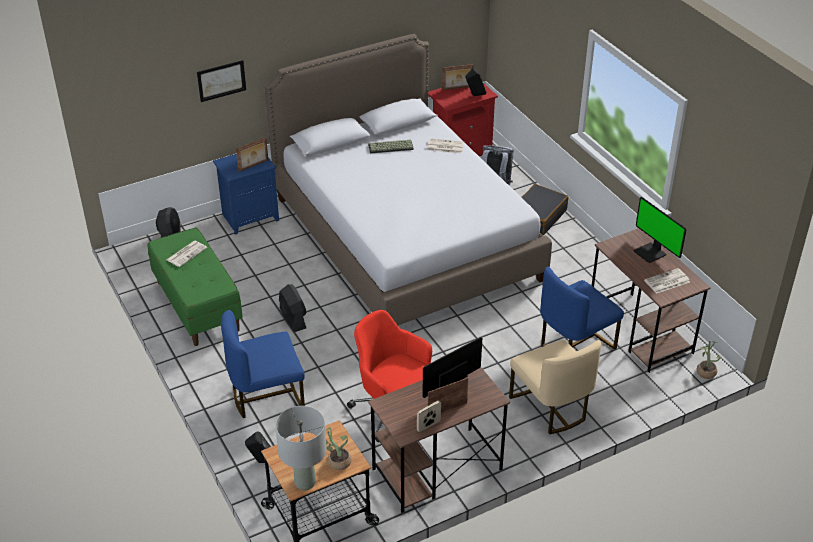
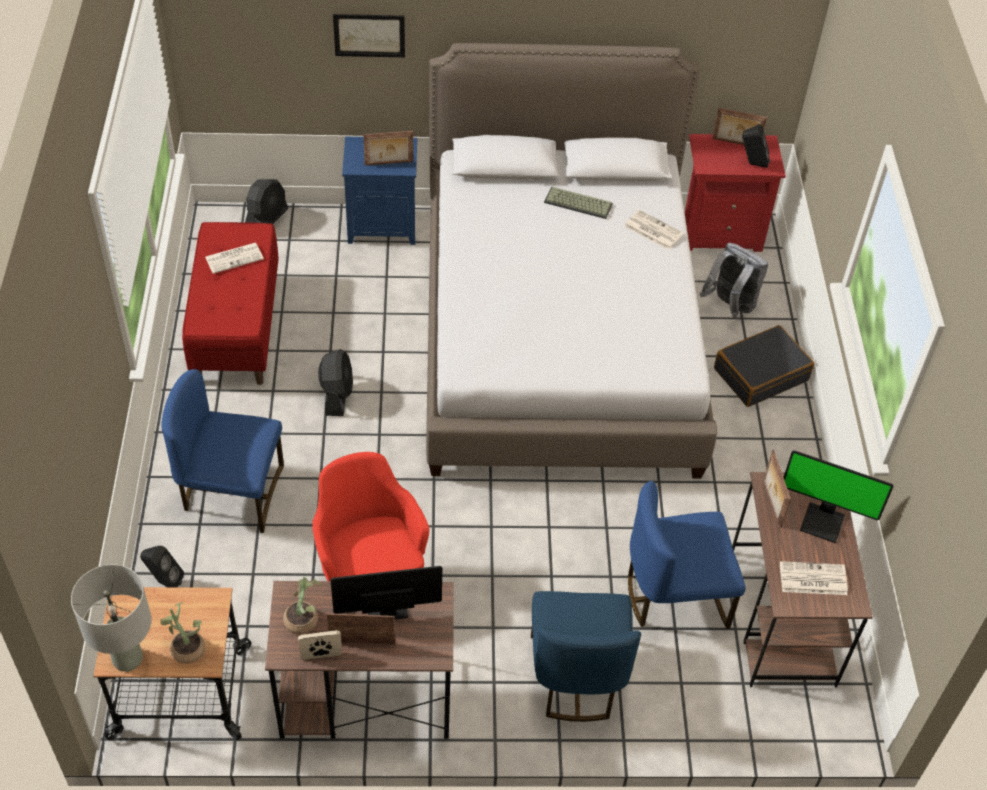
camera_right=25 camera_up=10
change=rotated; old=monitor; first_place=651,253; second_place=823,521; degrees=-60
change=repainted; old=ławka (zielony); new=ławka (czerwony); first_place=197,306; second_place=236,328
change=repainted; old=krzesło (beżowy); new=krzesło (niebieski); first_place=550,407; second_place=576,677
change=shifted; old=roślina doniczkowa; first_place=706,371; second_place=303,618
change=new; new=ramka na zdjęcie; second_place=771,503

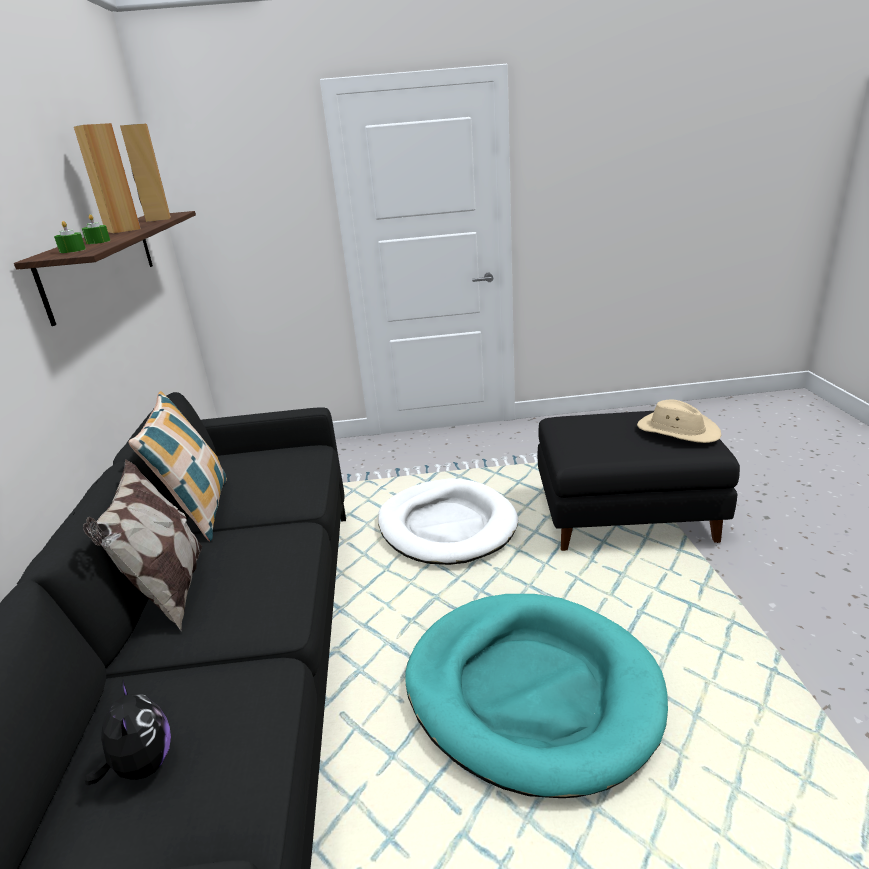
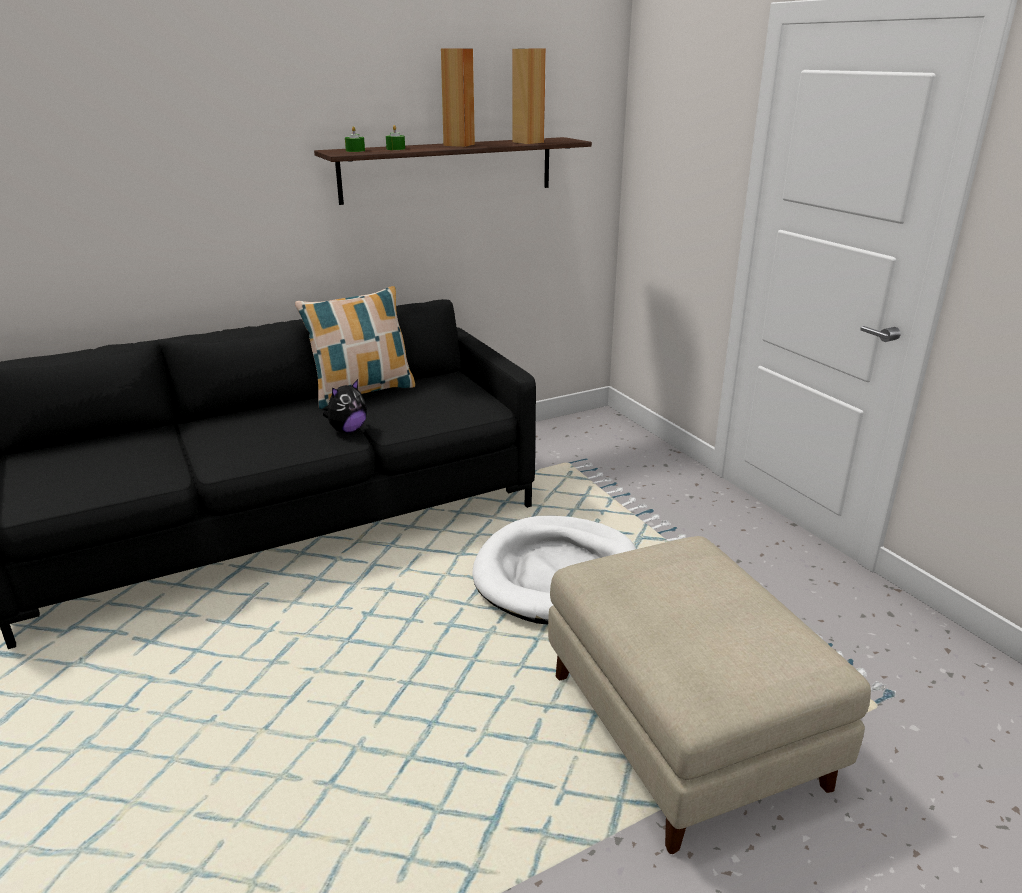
camera_right=65 camera_up=0
change=gone; old=kapelusz (beżowy); first_place=677,430
change=repainted; old=pufa (czarny); new=pufa (beżowy); first_place=626,513; second_place=685,731
change=gone; old=poduszka; first_place=170,591
change=gone; old=legowisko (turkusowy); first_place=531,691
change=shifted; old=pluszak; first_place=142,765; second_place=347,430

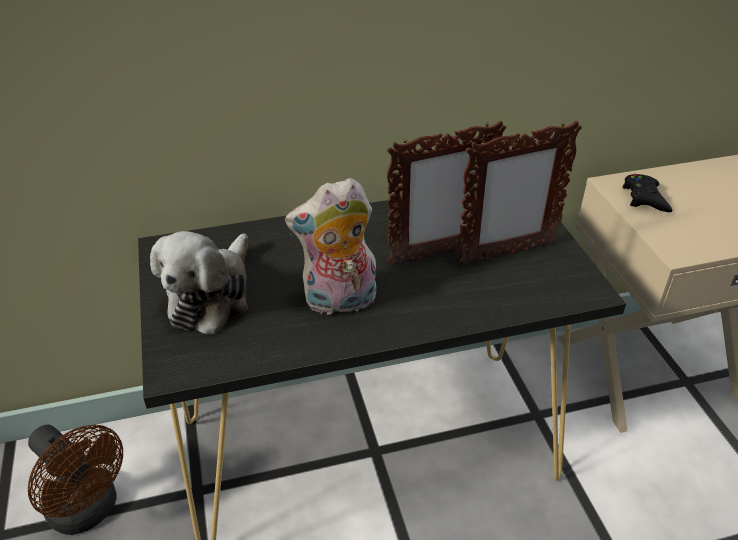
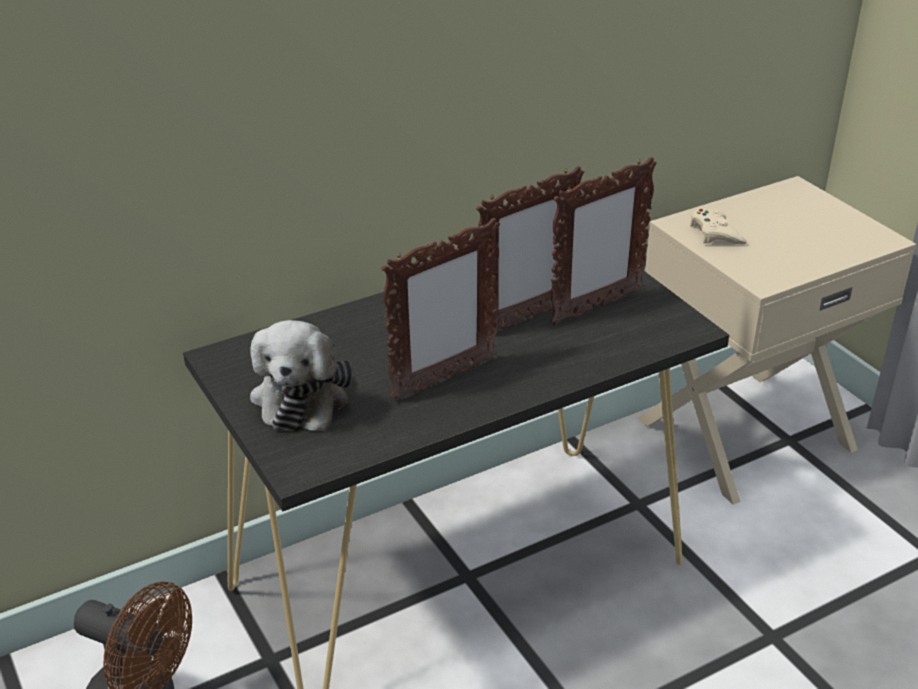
camera_right=-15 camera_up=-5
change=repainted; old=pad do gier (czarny); new=pad do gier (beżowy); first_place=645,198; second_place=715,233
change=swapped; old=pluszak; new=ramka na zdjęcie; first_place=339,302; second_place=443,379

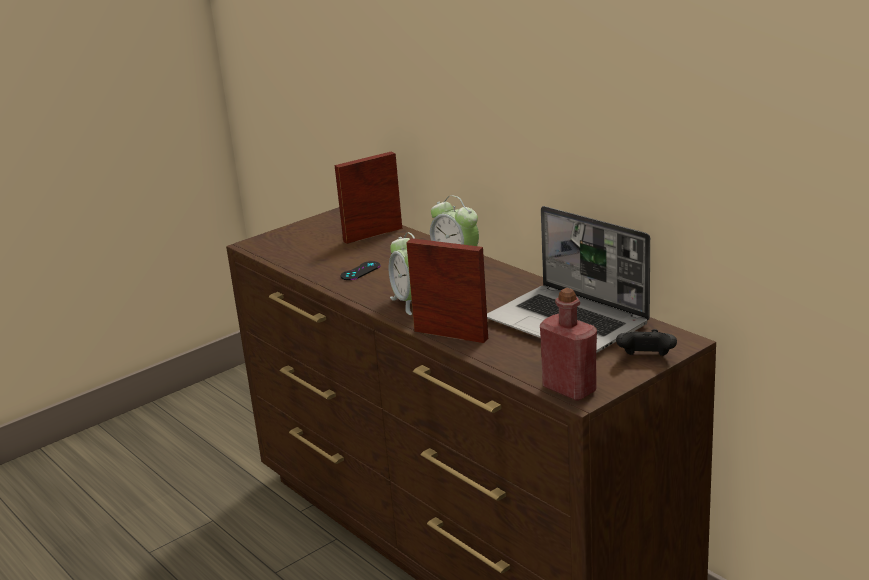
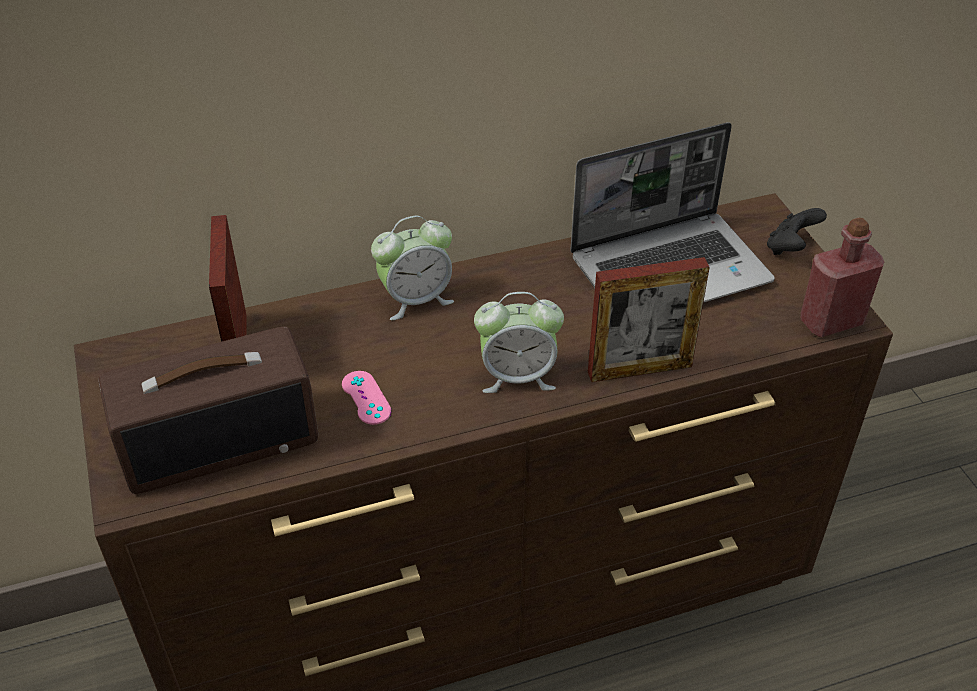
camera_right=-70 camera_up=20
change=rotated; old=ramka na zdjęcie; first_place=450,335; second_place=639,369; degrees=-150
change=repainted; old=pad do gier (czarny); new=pad do gier (różowy); first_place=360,271; second_place=366,398
change=new; new=radio; second_place=220,440

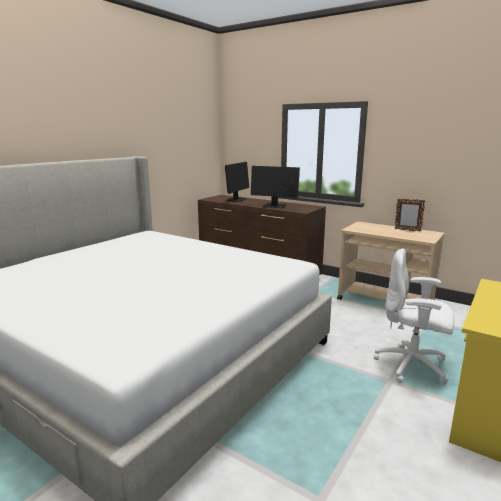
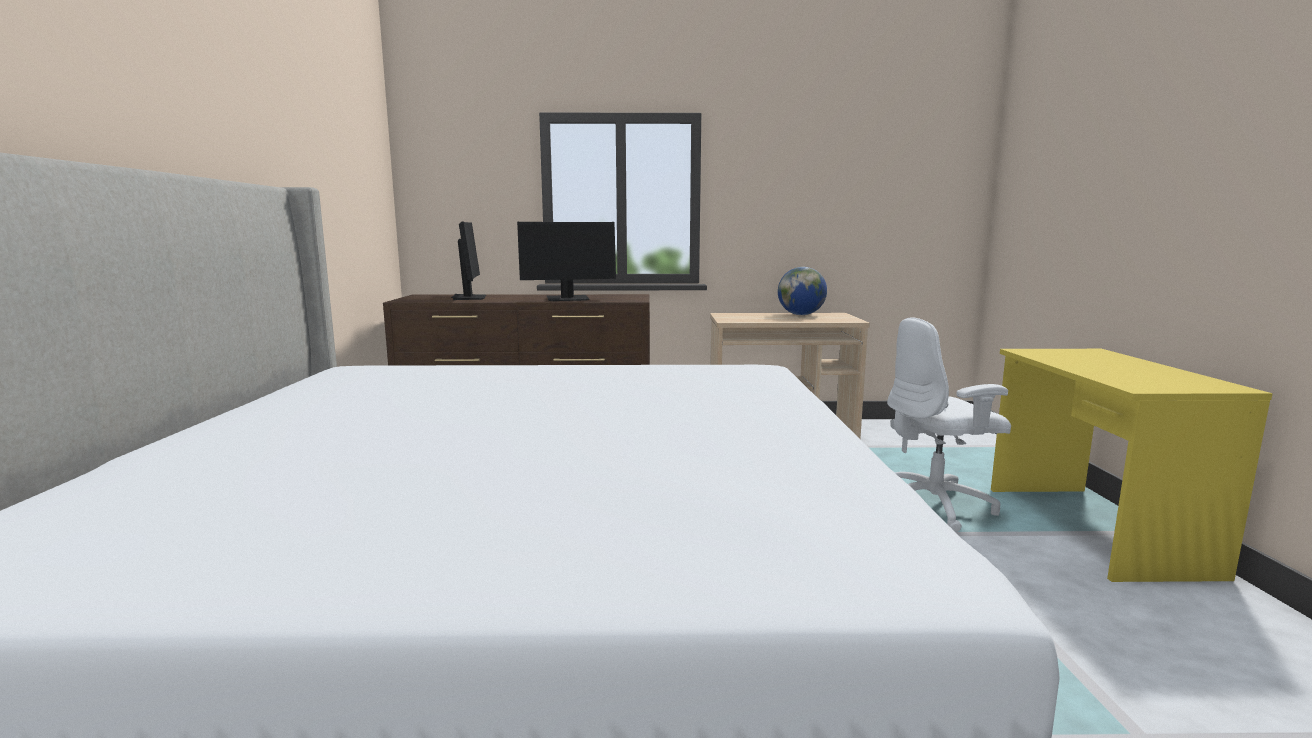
camera_right=-35 camera_up=-5
change=swapped; old=ramka na zdjęcie; new=globus; first_place=407,230; second_place=801,315

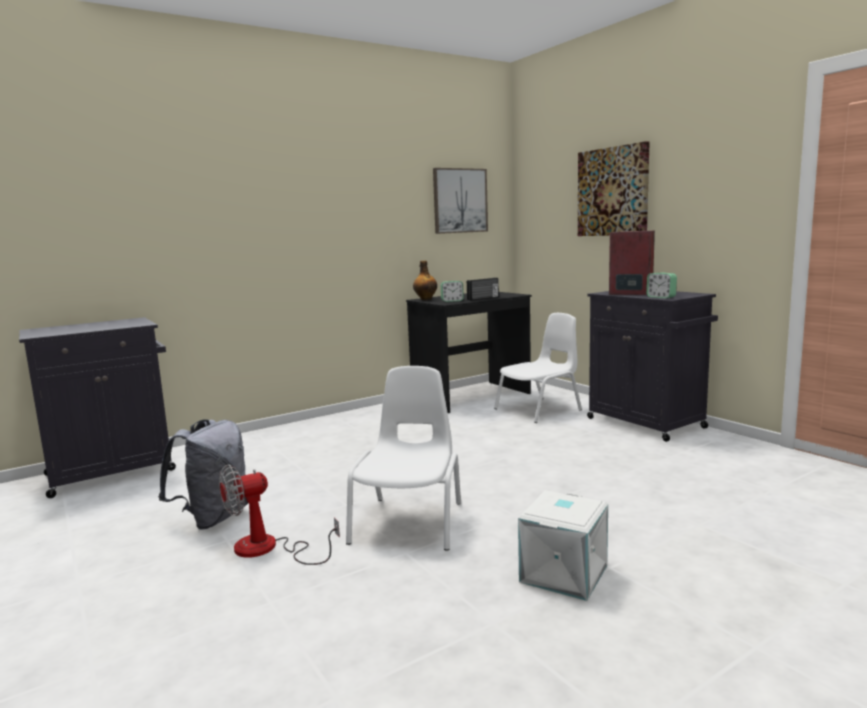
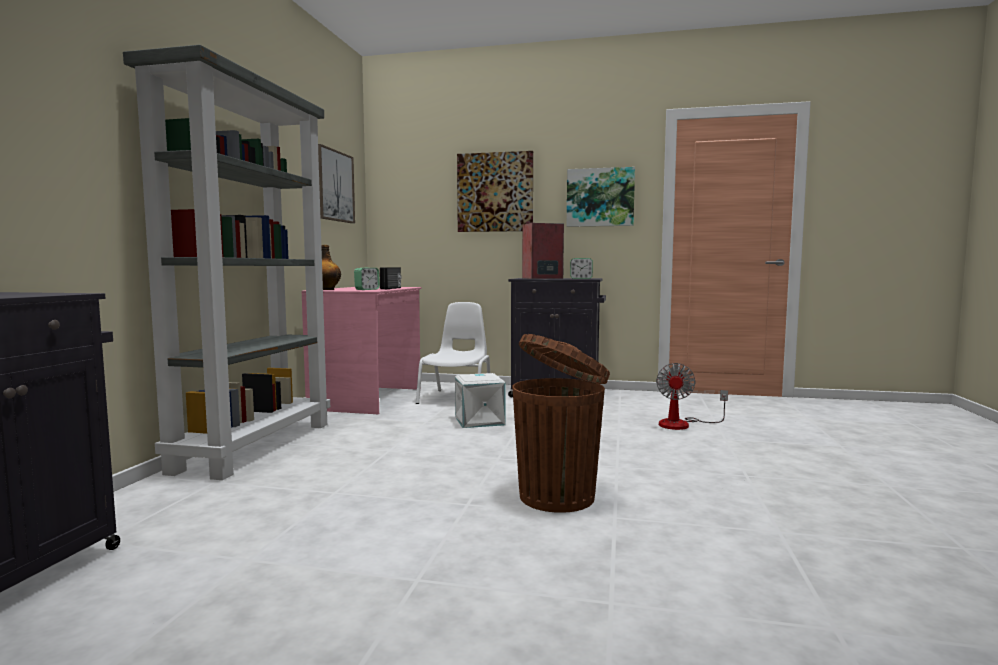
camera_right=-45 camera_up=-5
change=repainted; old=biurko (czarny); new=biurko (różowy); first_place=471,396; second_place=369,399
change=swapped; old=krzesło (biały); new=kosz na śmieci (brązowy); first_place=410,521; second_place=559,496
change=gone; old=plecak (szary); first_place=214,518
change=shifted; old=wentylator; first_place=268,549; second_place=682,424
change=shifted; old=pojemnik do przechowywania (biały); first_place=565,574; second_place=480,421
change=new; new=regał (szary); second_place=255,446
change=new; new=obraz; second_place=600,197

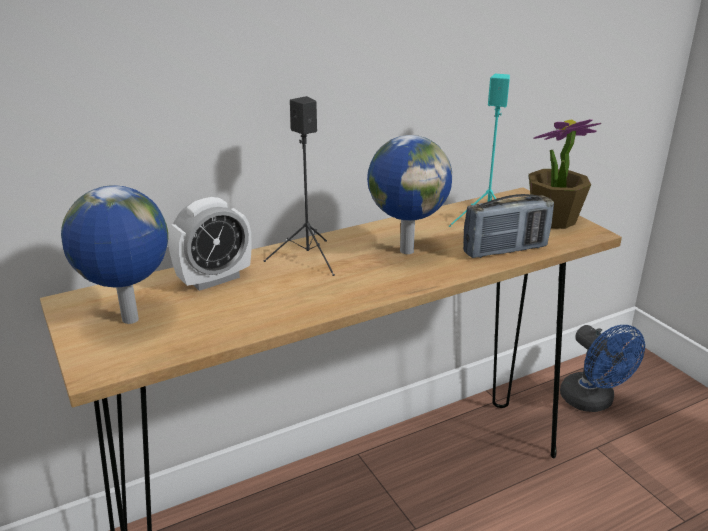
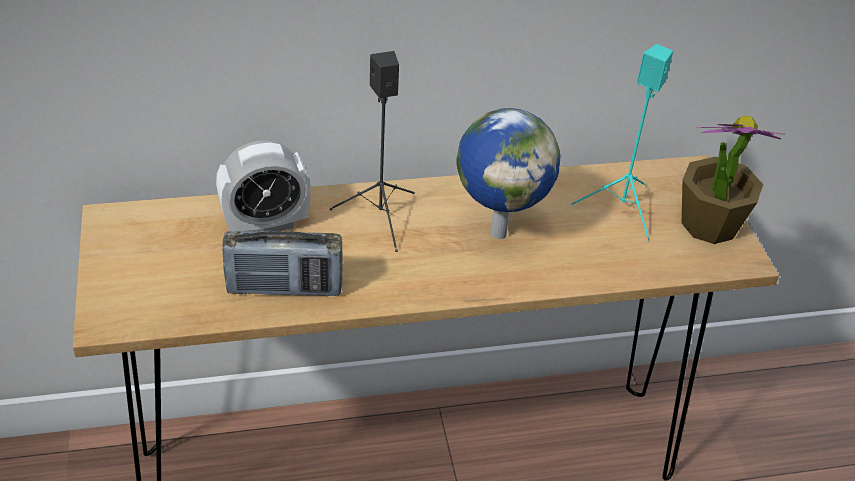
camera_right=15 camera_up=15
change=gone; old=globus; first_place=130,320
change=shifted; old=radio; first_place=505,250; second_place=284,288
change=gone; old=wentylator (niebieski); first_place=593,402

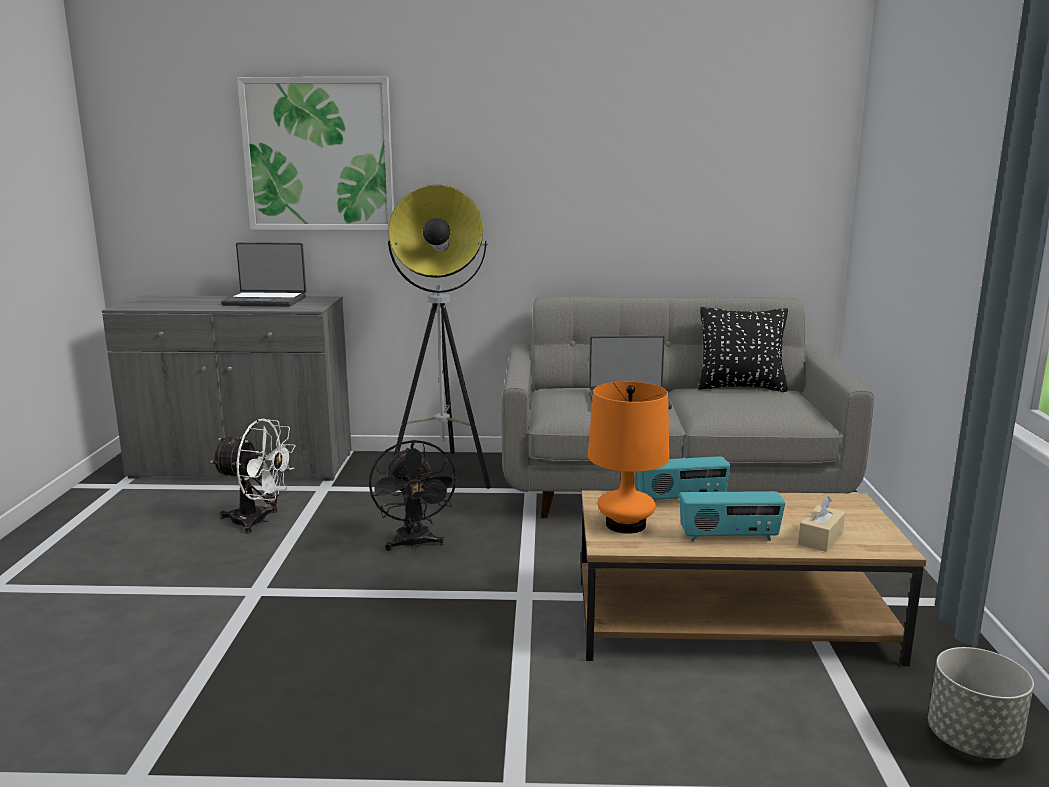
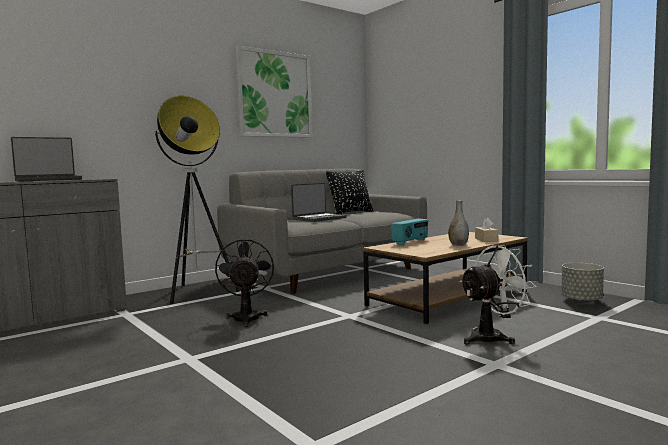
camera_right=-40 camera_up=-10
change=shifted; old=obraz; first_place=318,155; second_place=274,94
change=gone; old=lampa stołowa (pomarańczowy); first_place=625,524
change=shifted; old=wentylator (biały); first_place=258,521; second_place=493,337
change=rotated; old=wentylator (czarny); first_place=414,544; second_place=246,317; degrees=-135
change=swapped; old=radio; new=wazon (szary); first_place=729,537; second_place=458,245

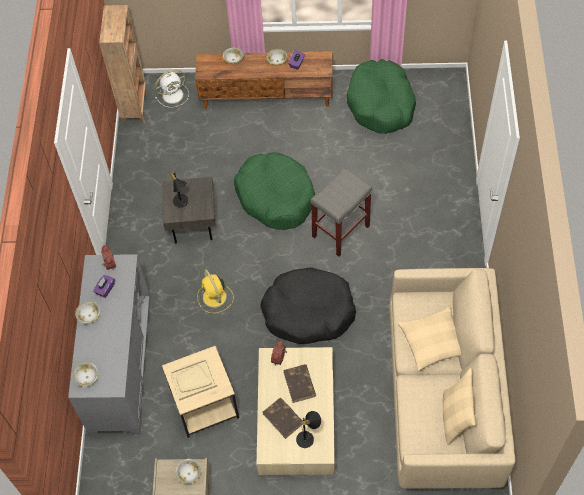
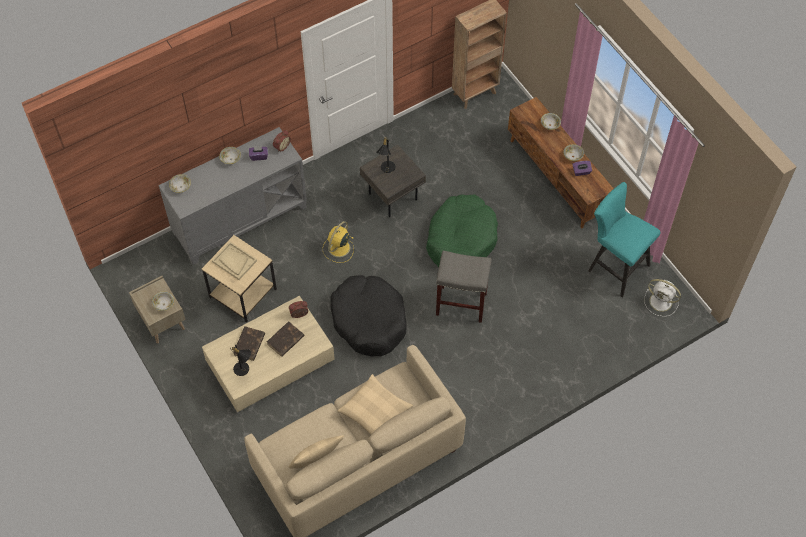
camera_right=55 camera_up=0
change=swapped; old=legowisko (zielony); new=stołek (turkusowy); first_place=381,104; second_place=614,266
change=shifted; old=wentylator (biały); first_place=173,95; second_place=661,302

